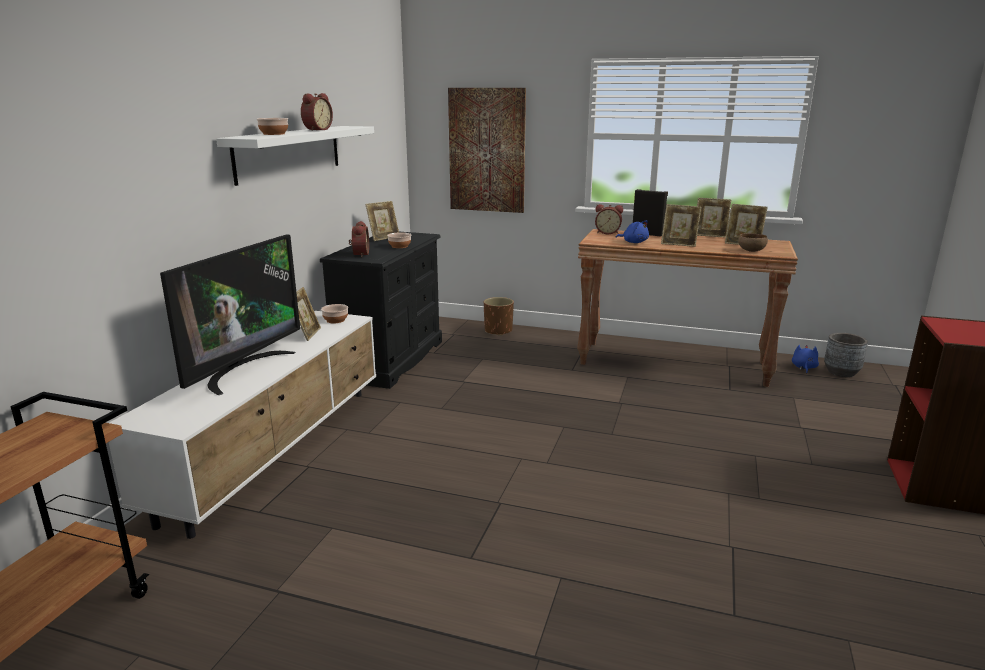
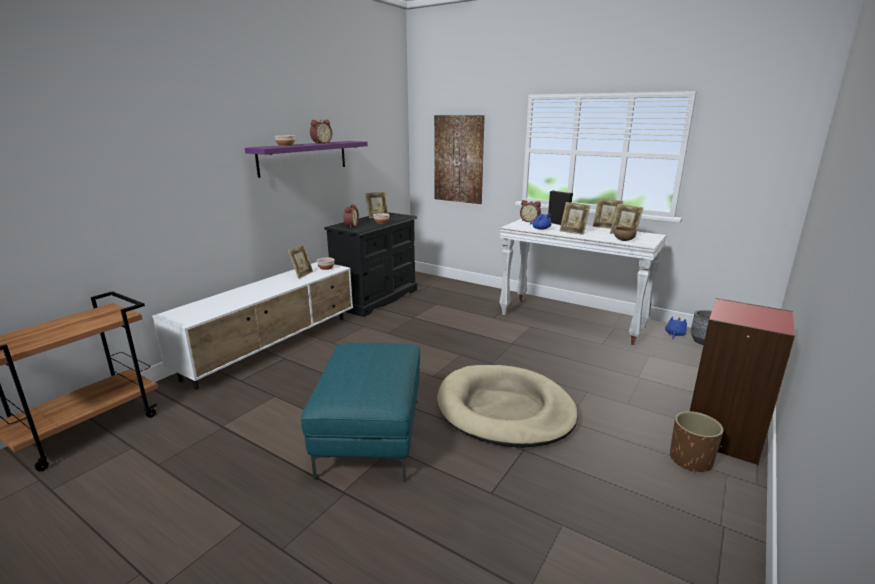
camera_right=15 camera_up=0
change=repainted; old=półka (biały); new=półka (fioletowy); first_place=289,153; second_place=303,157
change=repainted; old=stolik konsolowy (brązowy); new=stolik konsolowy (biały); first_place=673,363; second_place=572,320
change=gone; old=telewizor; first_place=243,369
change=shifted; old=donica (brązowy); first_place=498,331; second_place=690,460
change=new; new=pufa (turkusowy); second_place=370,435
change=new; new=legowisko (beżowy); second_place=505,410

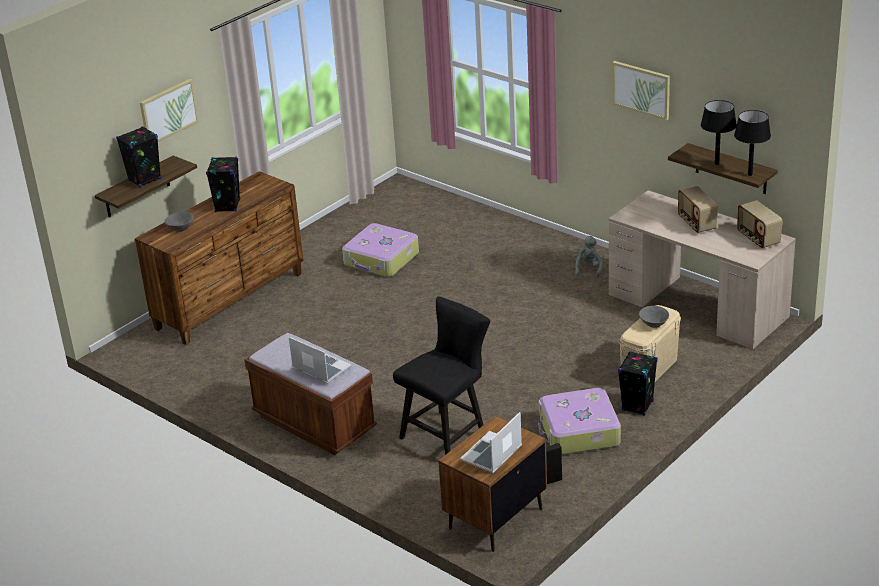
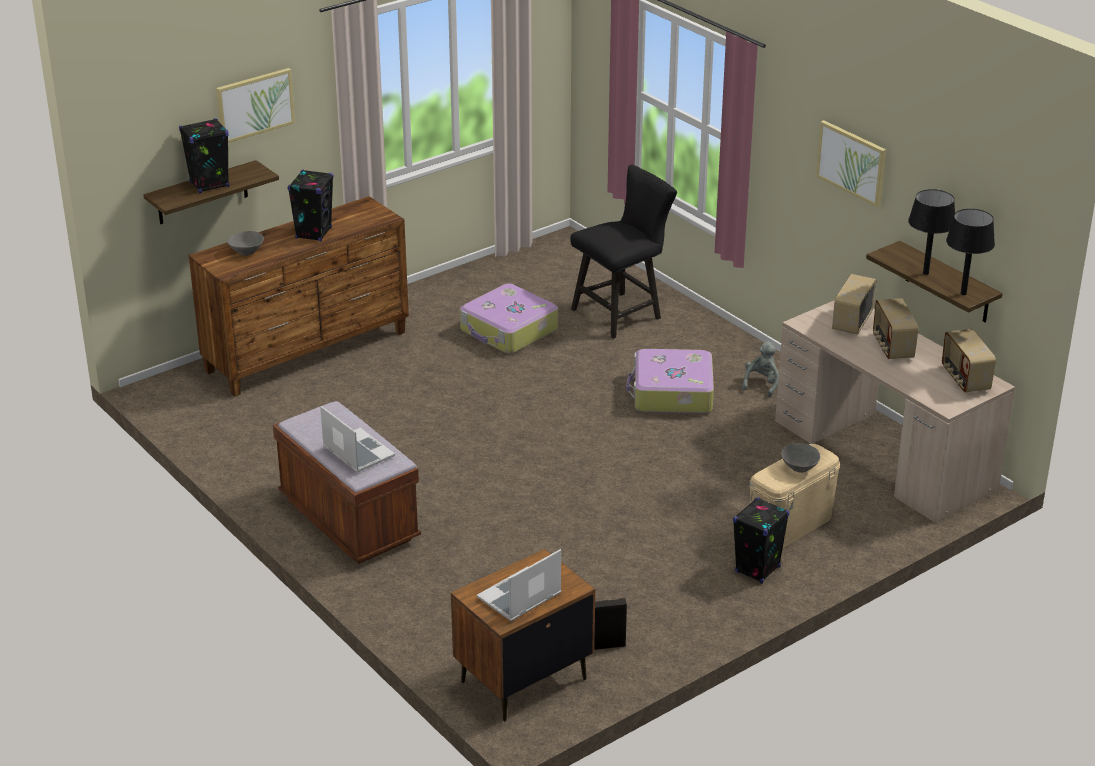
camera_right=10 camera_up=0
change=shifted; old=krzesło (czarny); first_place=448,433; second_place=622,313
change=shifted; old=walizka; first_place=578,432; second_place=671,393
change=new; new=radio; second_place=851,322

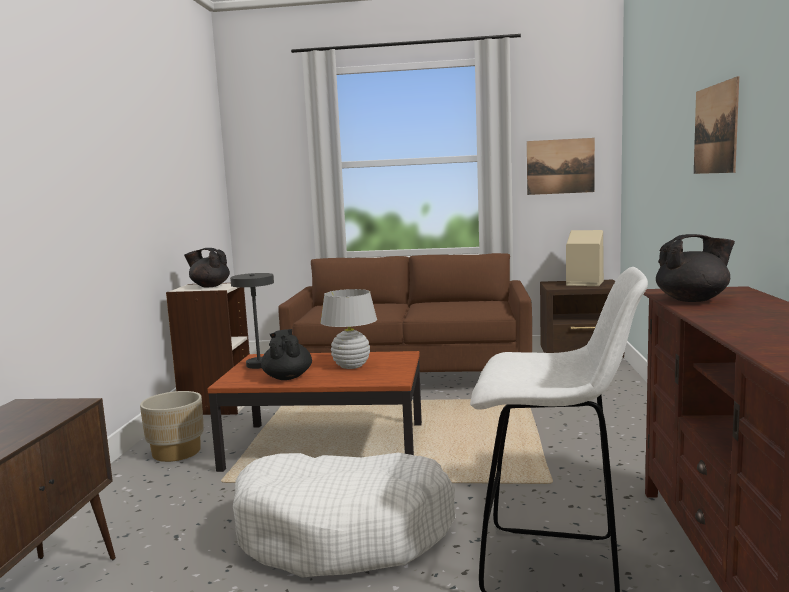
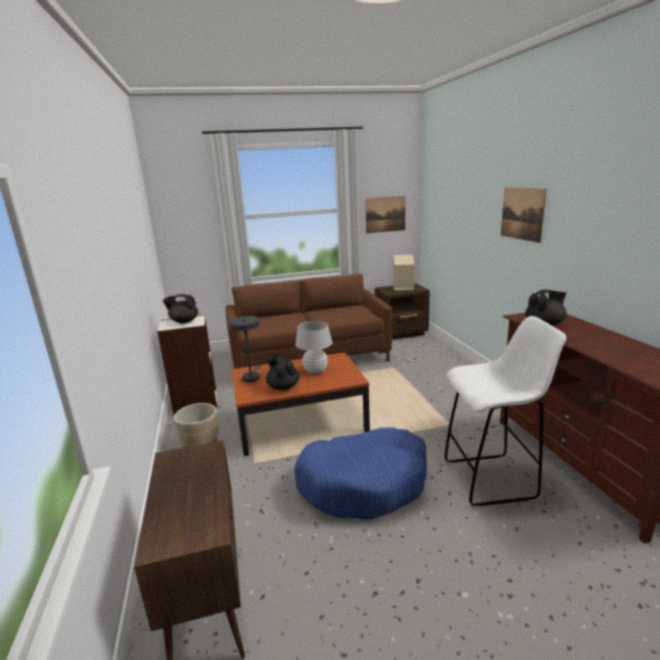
camera_right=-20 camera_up=10
change=repainted; old=legowisko (biały); new=legowisko (niebieski); first_place=344,532; second_place=364,483

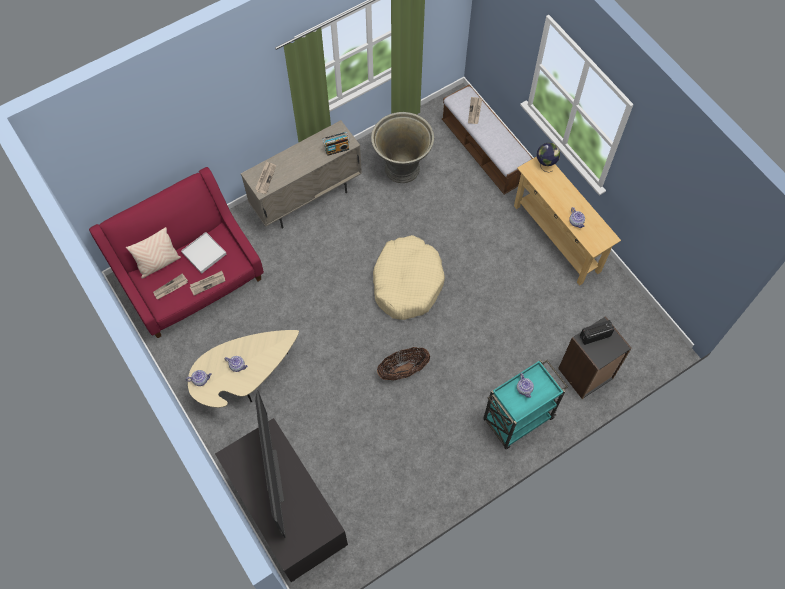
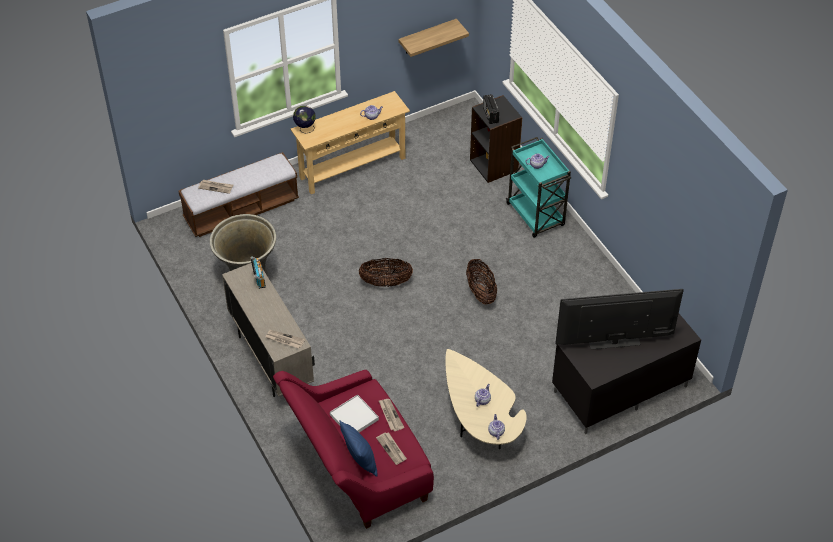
camera_right=-85 camera_up=-15
change=repainted; old=poduszka (beżowy); new=poduszka (niebieski); first_place=159,263; second_place=360,460
change=swapped; old=legowisko (beżowy); new=koszyk; first_place=407,282; second_place=386,282
change=new; new=półka; second_place=427,37

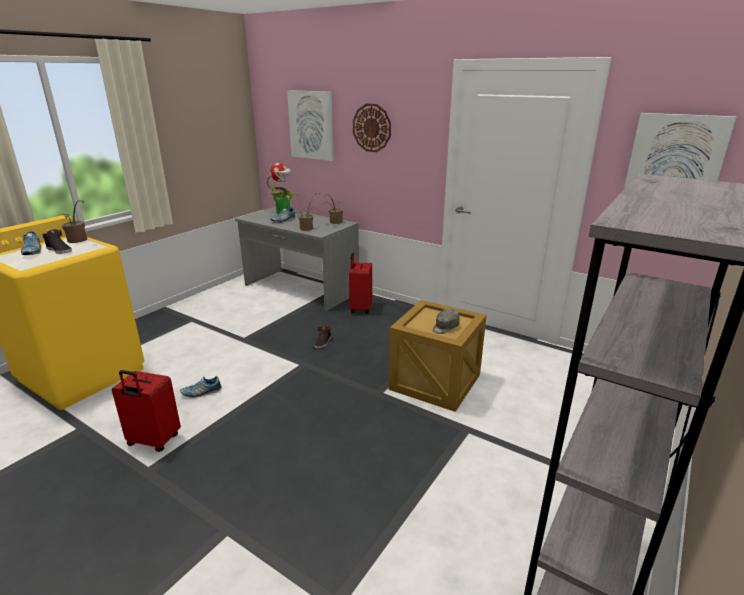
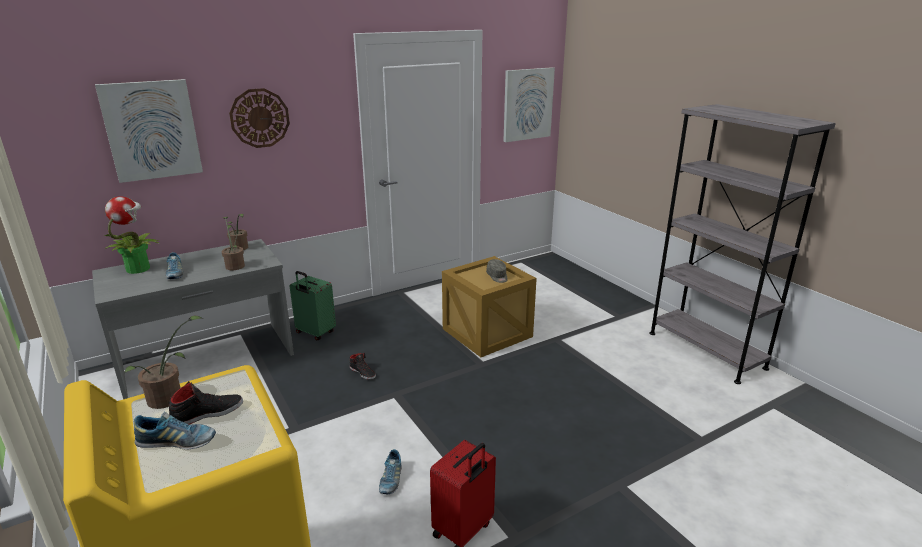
camera_right=-65 camera_up=0
change=repainted; old=walizka (czerwony); new=walizka (zielony); first_place=360,308; second_place=315,333

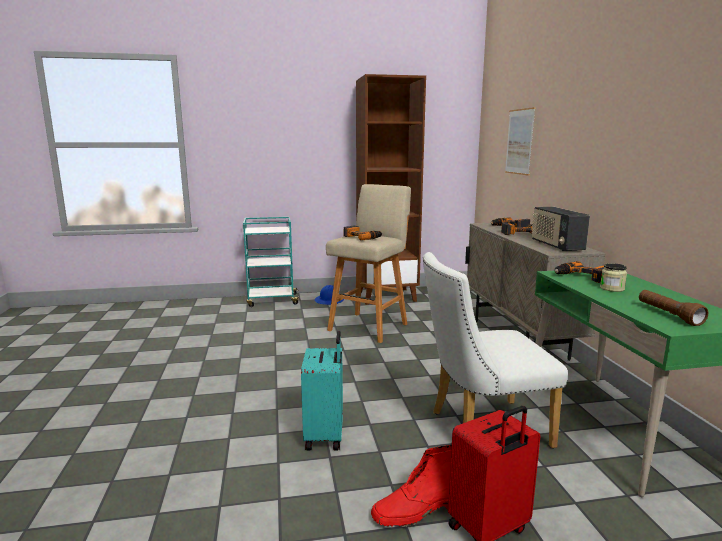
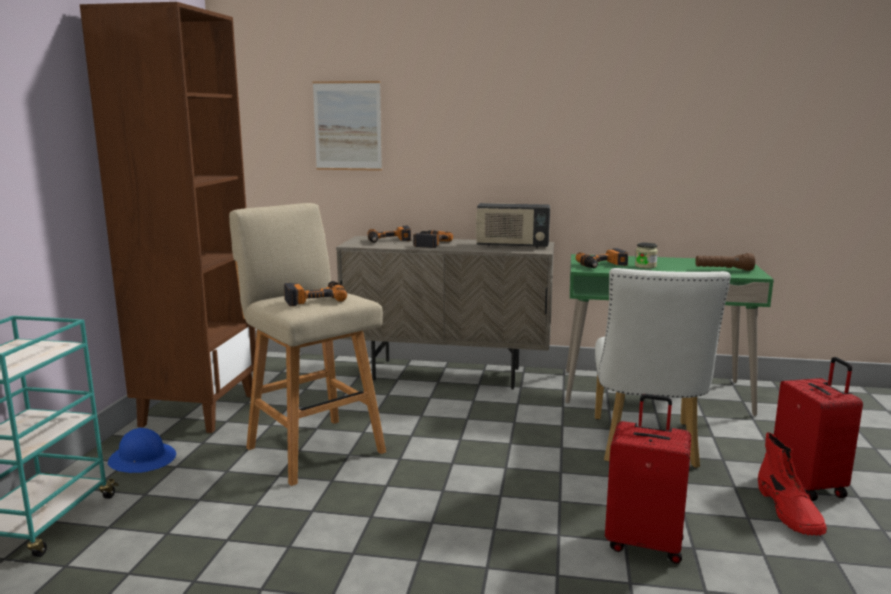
camera_right=-70 camera_up=0
change=repainted; old=walizka (turkusowy); new=walizka (czerwony); first_place=325,436; second_place=644,543

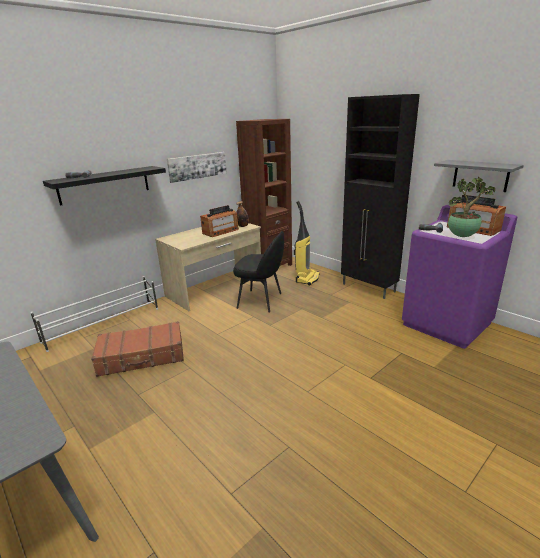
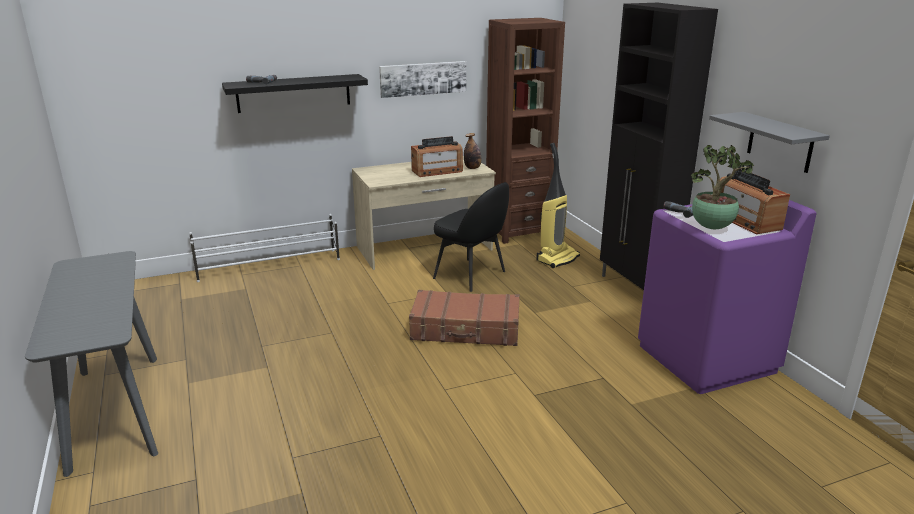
camera_right=20 camera_up=0
change=shifted; old=walizka (brązowy); first_place=142,357; second_place=466,329

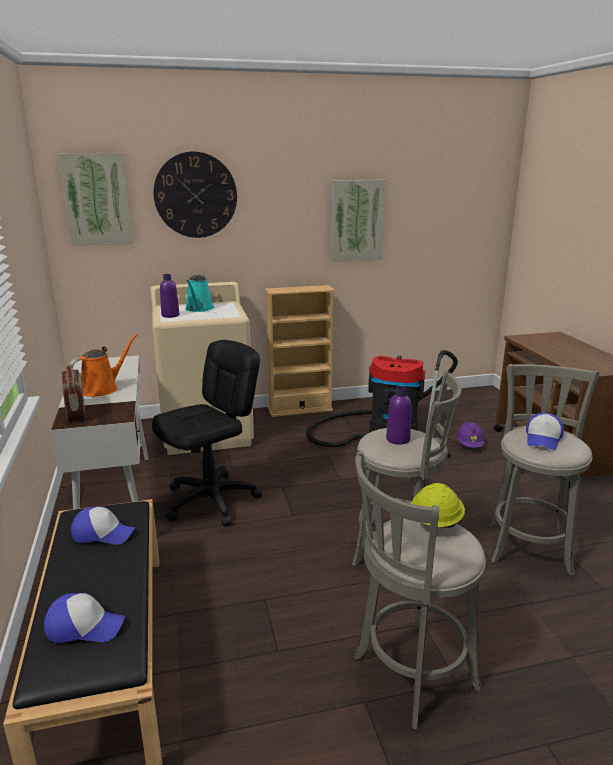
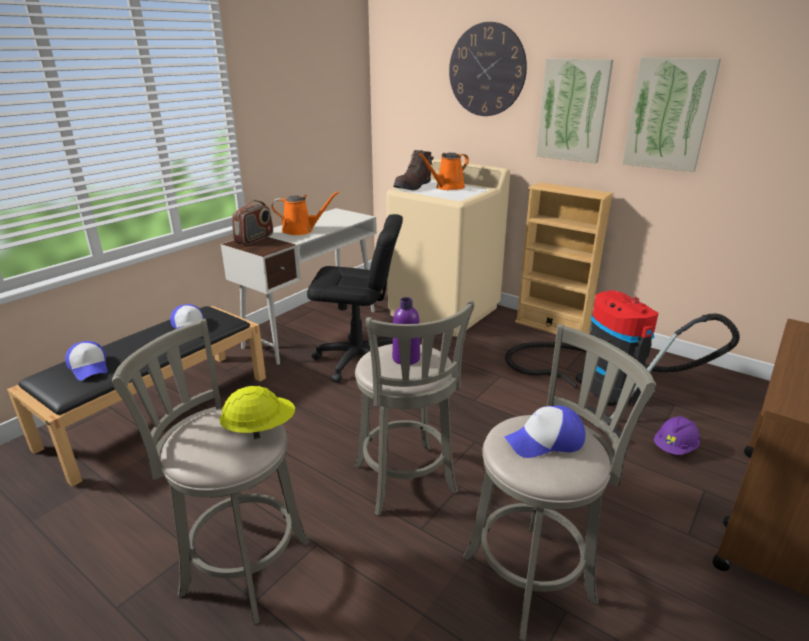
camera_right=50 camera_up=5
change=shifted; old=obraz; first_place=97,199; second_place=573,110
change=swapped; old=butelka (fioletowy); new=but z cholewką (brązowy); first_place=170,315; second_place=413,187
change=repainted; old=konewka (turkusowy); new=konewka (pomarańczowy); first_place=199,309; second_place=447,187

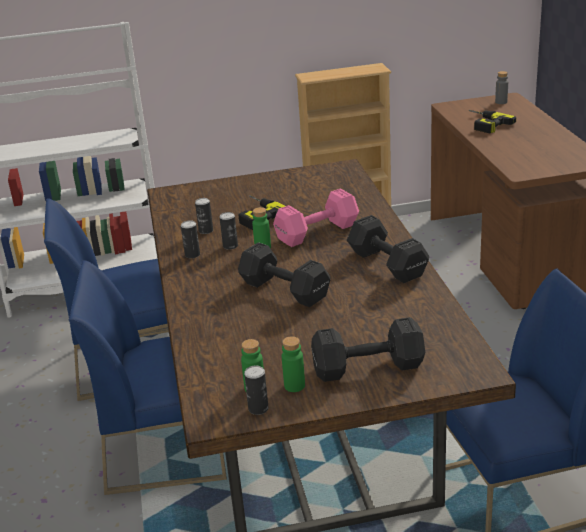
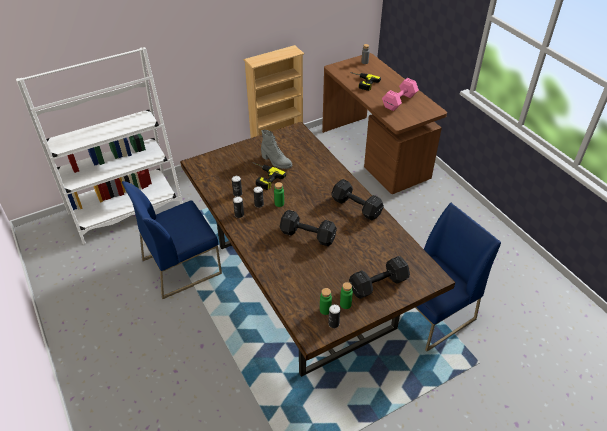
camera_right=-20 camera_up=15
change=shifted; old=hantel (różowy); first_place=319,232; second_place=400,101
change=gone; old=krzesło (niebieski); first_place=168,449
change=new; new=but z cholewką (szary); second_place=276,162

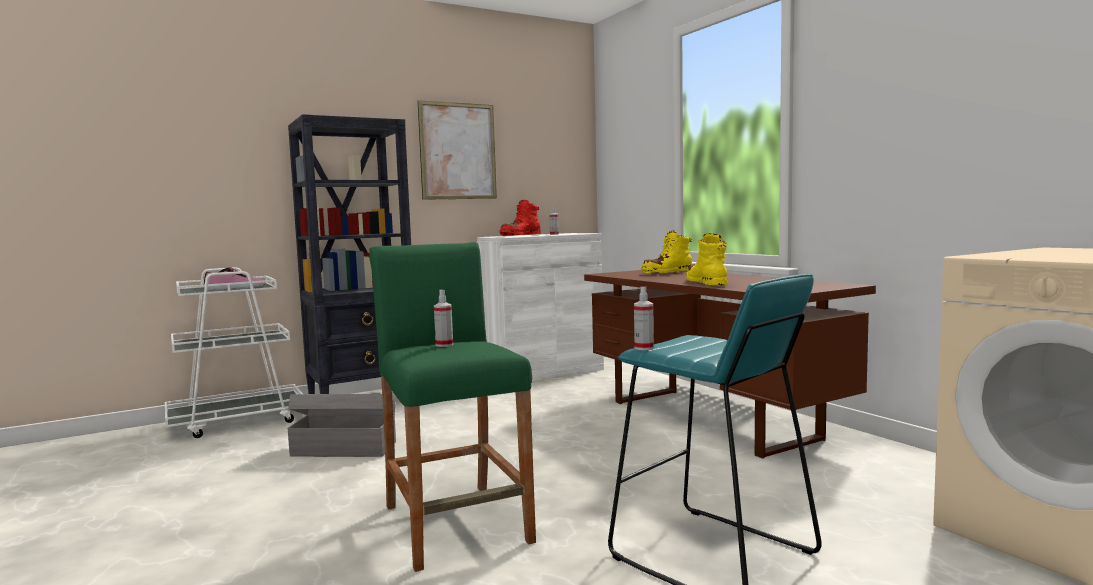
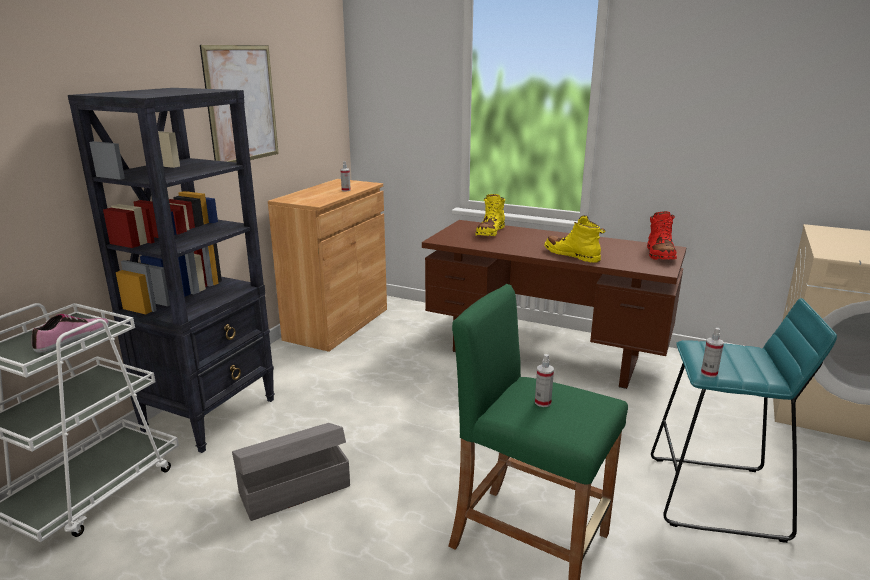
camera_right=-35 camera_up=15
change=shifted; old=but z cholewką (czerwony); first_place=520,235; second_place=660,254
change=repainted; old=szafka (biały); new=szafka (brązowy); first_place=543,372; second_place=337,324

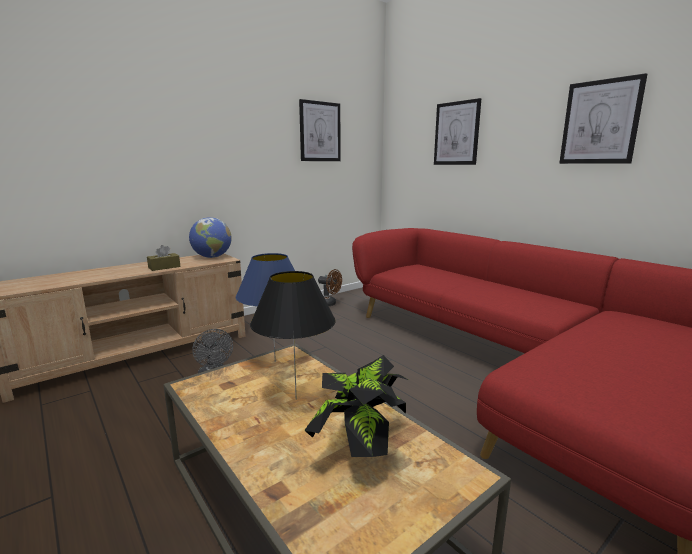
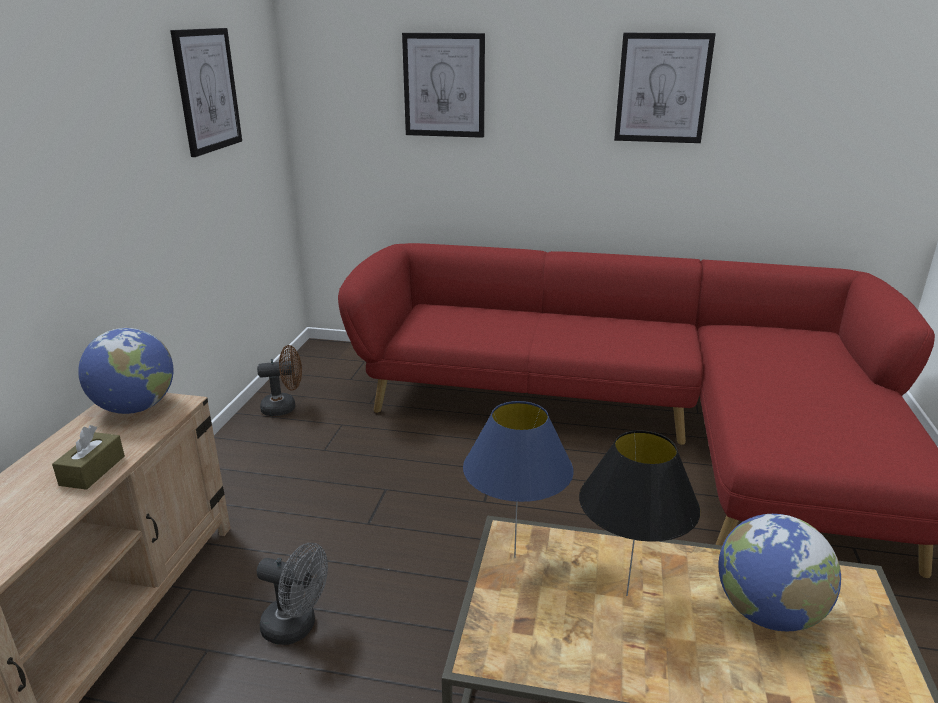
camera_right=-40 camera_up=10
change=swapped; old=roślina doniczkowa; new=globus; first_place=361,450; second_place=767,613

